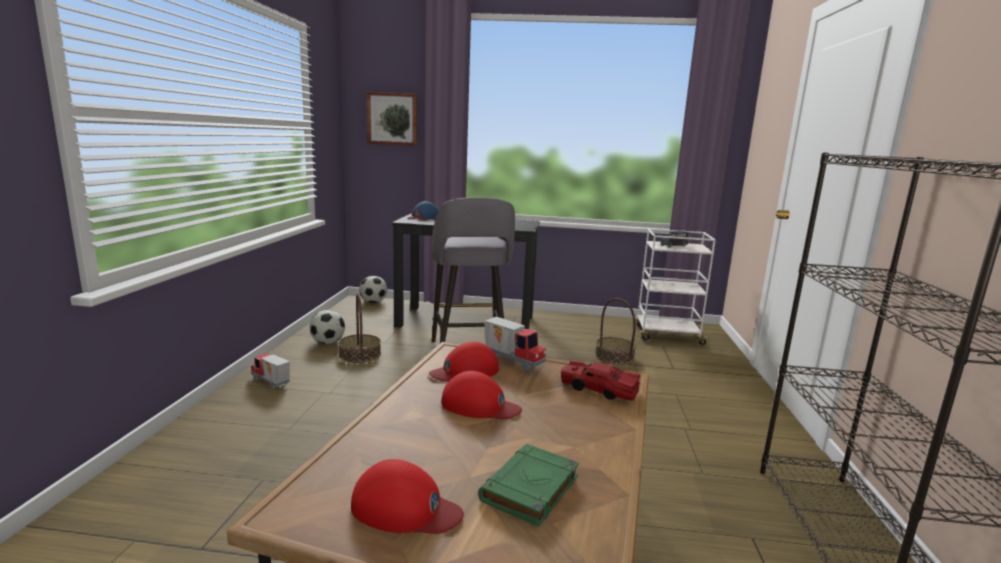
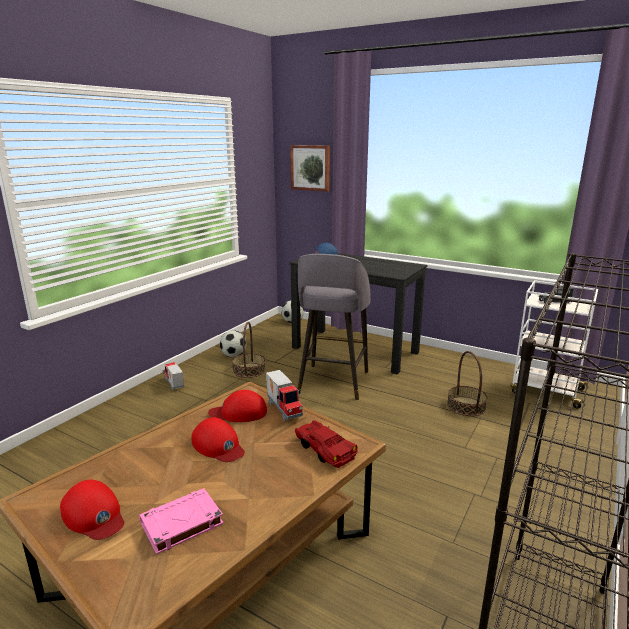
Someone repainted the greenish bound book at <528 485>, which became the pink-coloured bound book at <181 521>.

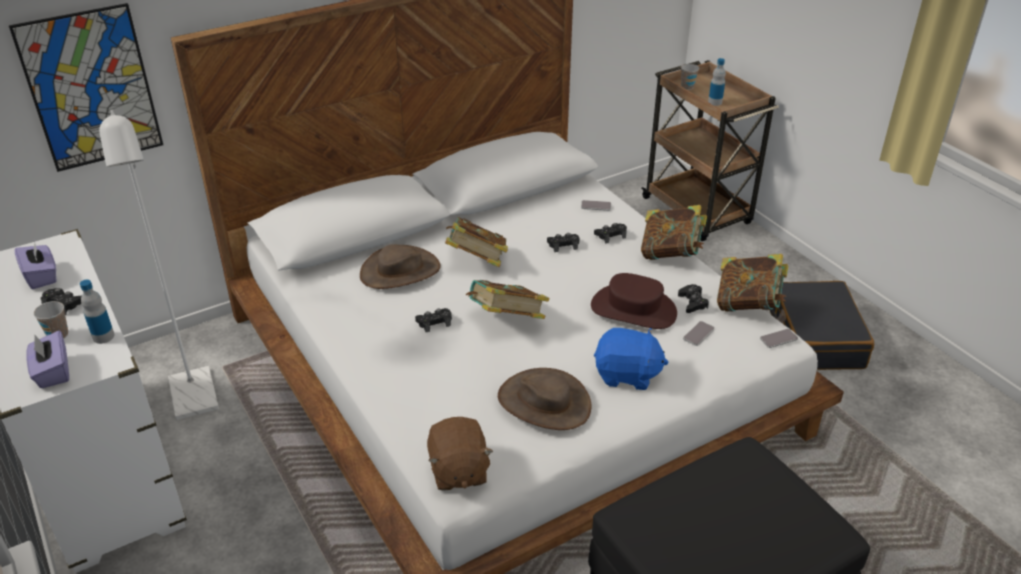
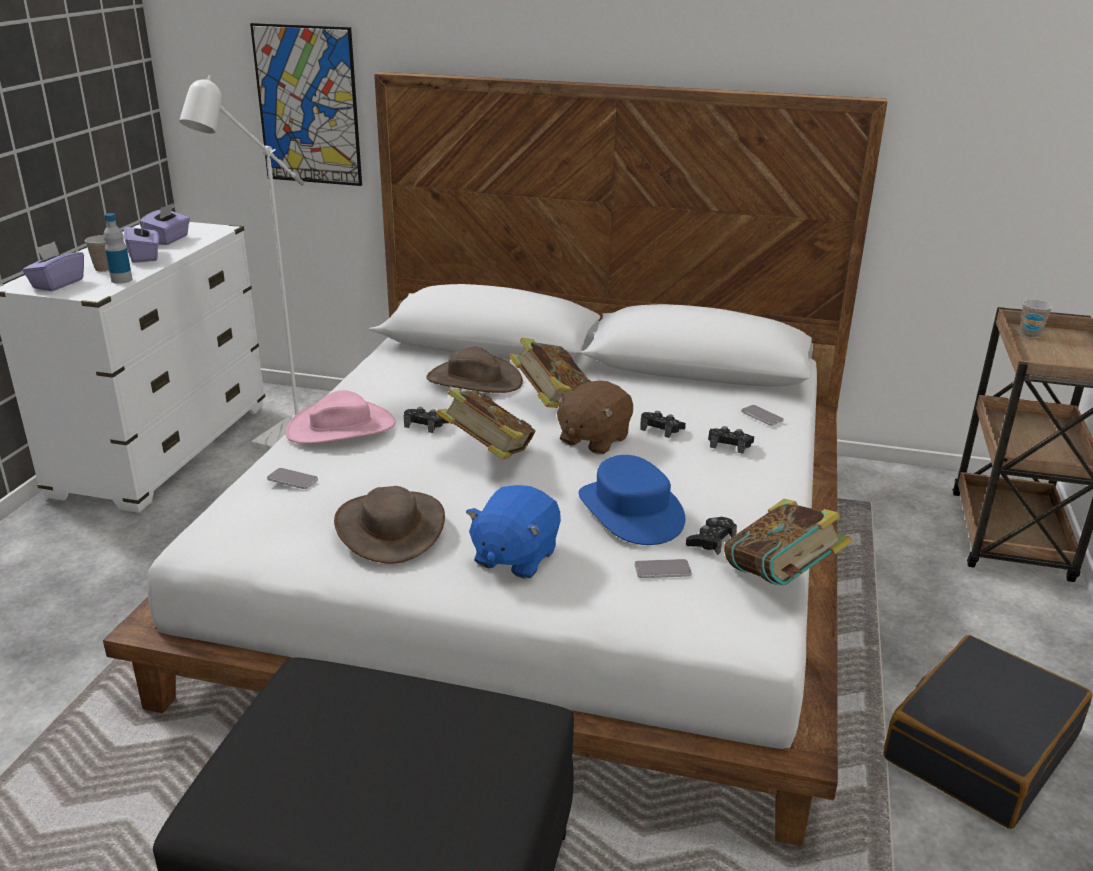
Someone took away the bound book at <674 232>.
Someone took away the bottle at <717 82>.
Someone put down the pink-coloured clothing hat at <341 417>.
Someone carried the brownish cuddly toy from <460 454> to <594 417>.
Someone carried the handset from <779 338> to <292 478>.
Someone swapped the black-coloured game controller at <61 301> for the purplish tissue box at <141 240>.
Someone repainted the brownish clothing hat at <634 301>, which became the blue-coloured clothing hat at <631 500>.
Someone rotated the blue-coloured cuddly toy at <631 359> by 60 degrees clockwise.

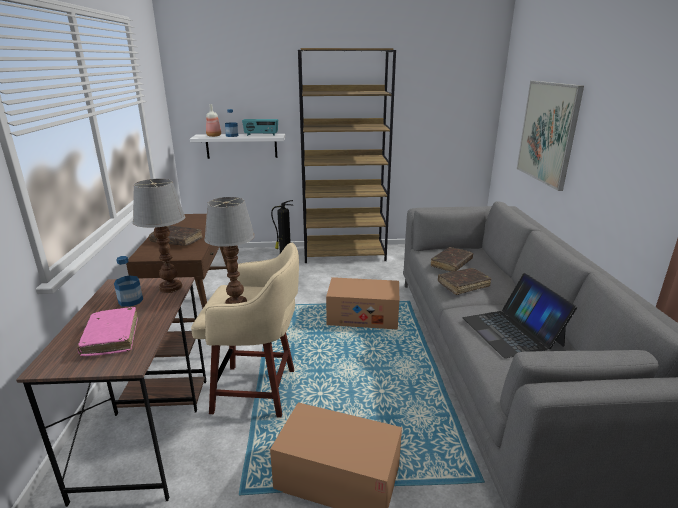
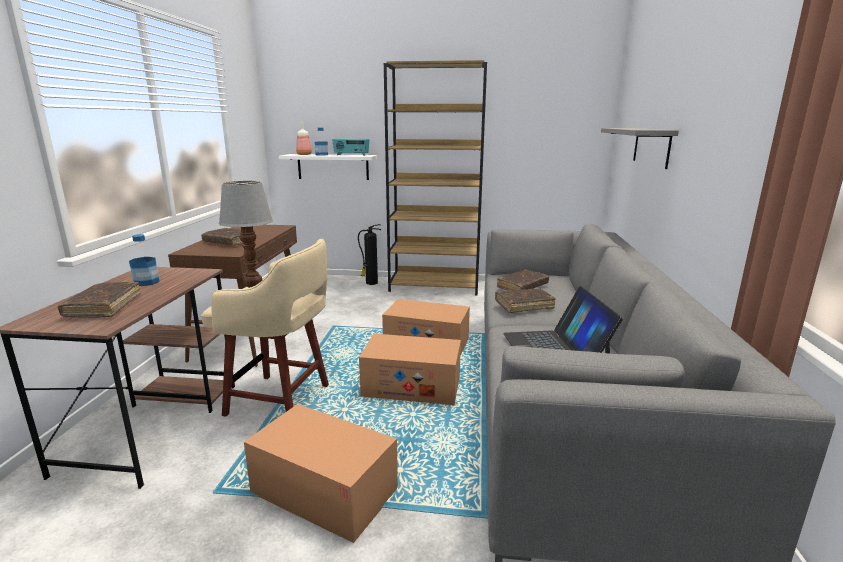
Someone took away the table lamp at <159 236>.
Someone put down the packing box at <410 369>.
Someone swapped the picture at <550 136> for the grey wall shelf at <640 148>.
Someone repainted the pink-coloured bound book at <107 331>, which became the brownish bound book at <99 299>.

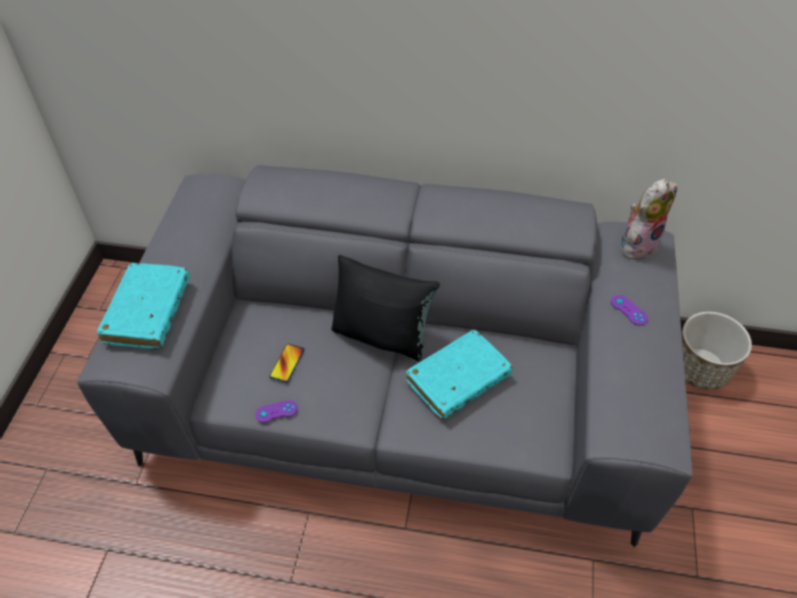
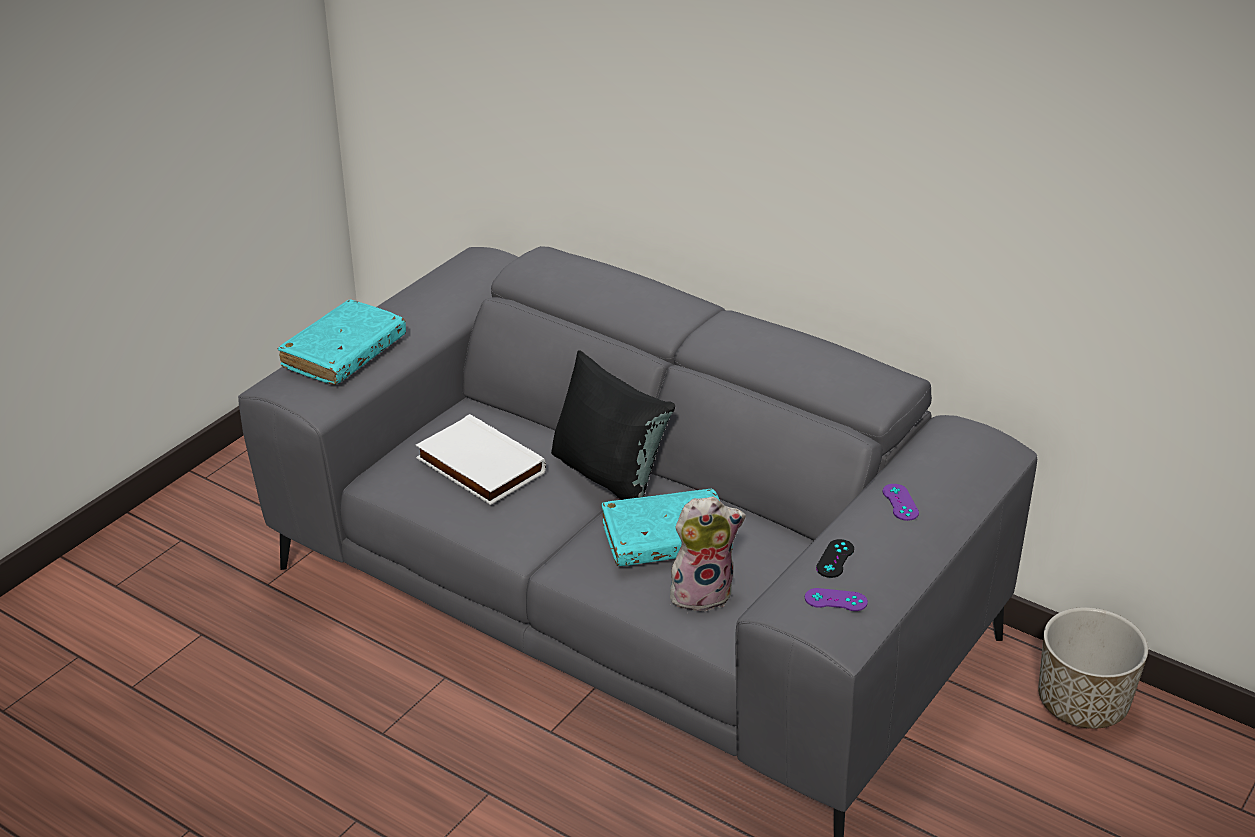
Someone put down the black-coloured game controller at <835 558>.
Someone carried the purplish game controller from <276 411> to <836 599>.
Someone carried the cuddly toy from <649 219> to <708 554>.
Someone swapped the handset at <287 363> for the white bound book at <481 459>.

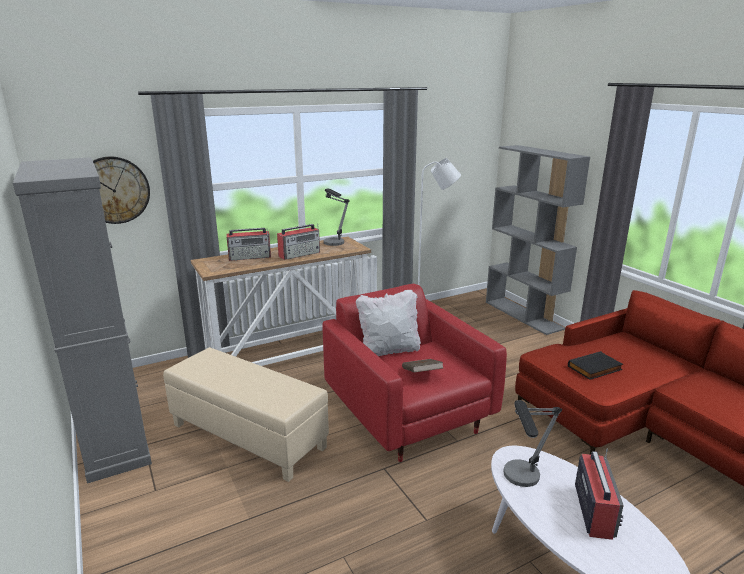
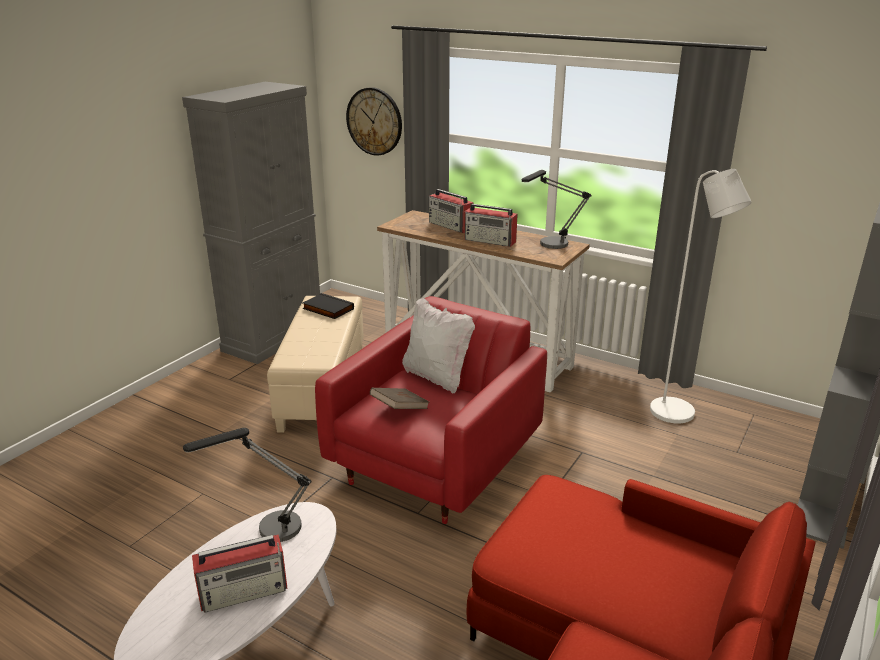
Someone carried the black-coloured bound book from <595 365> to <328 306>.

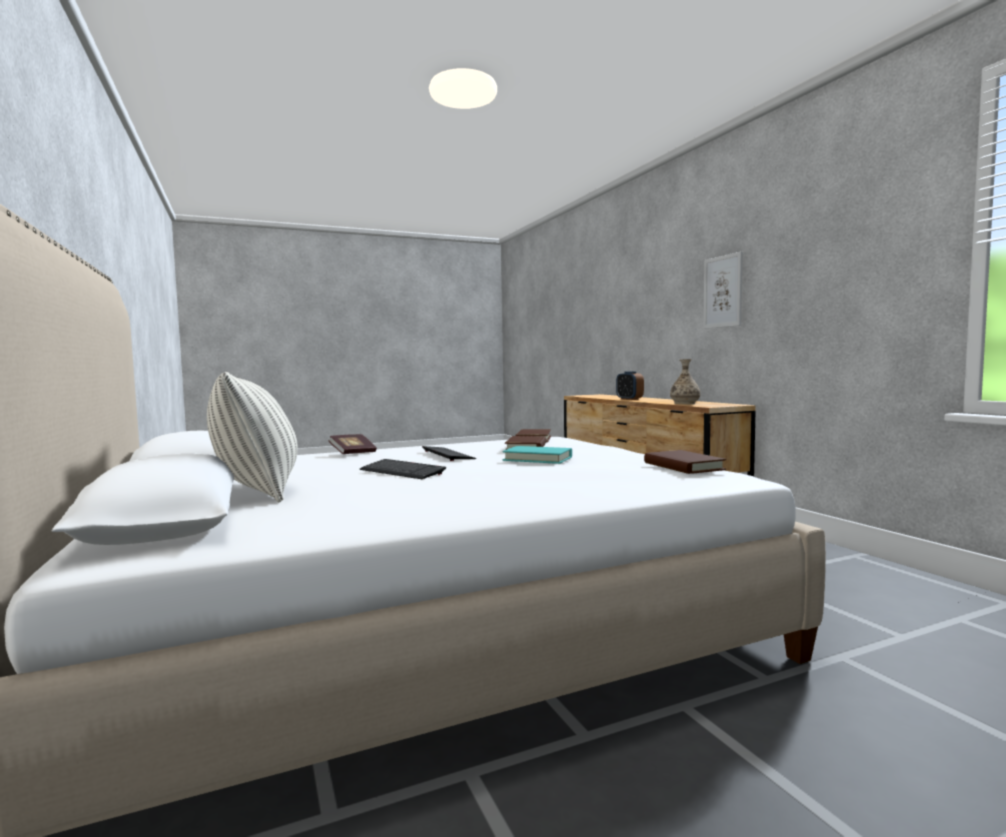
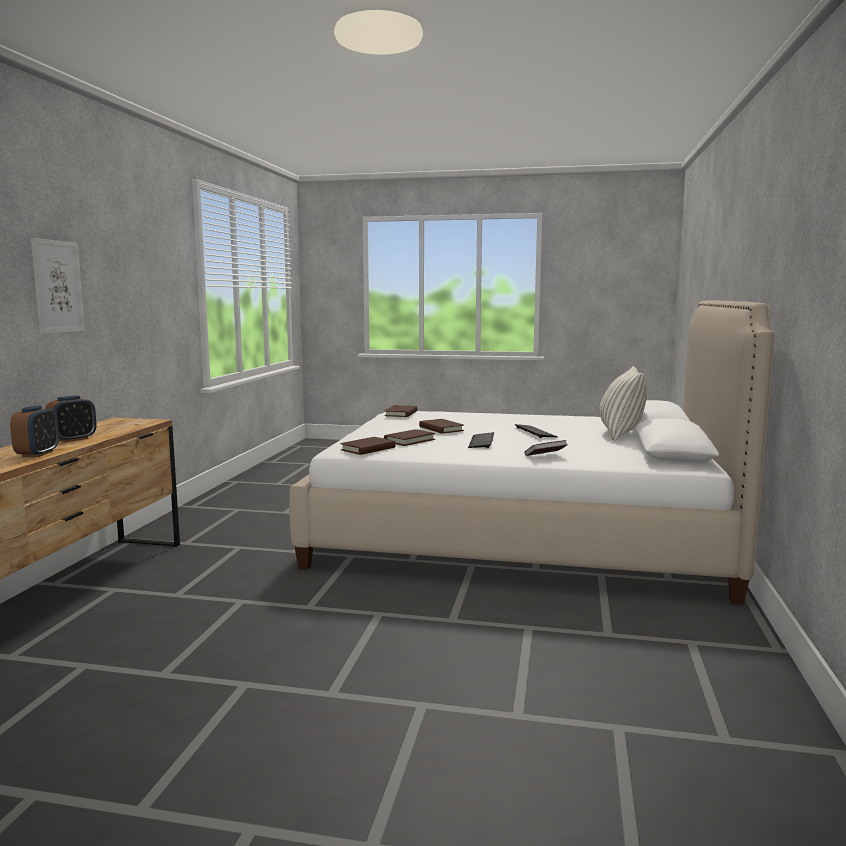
Someone took away the vase at <685 381>.
Someone put down the alarm clock at <71 418>.
Someone repainted the turquoise-coloured bound book at <537 455>, which became the brownish bound book at <441 426>.

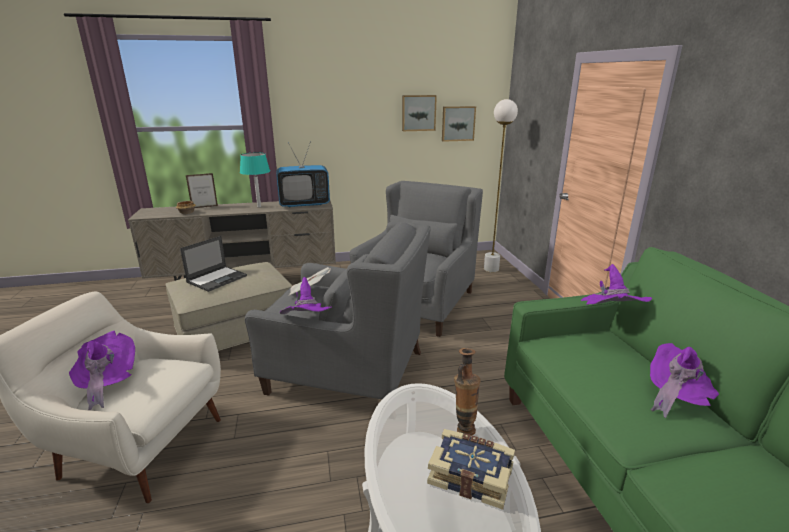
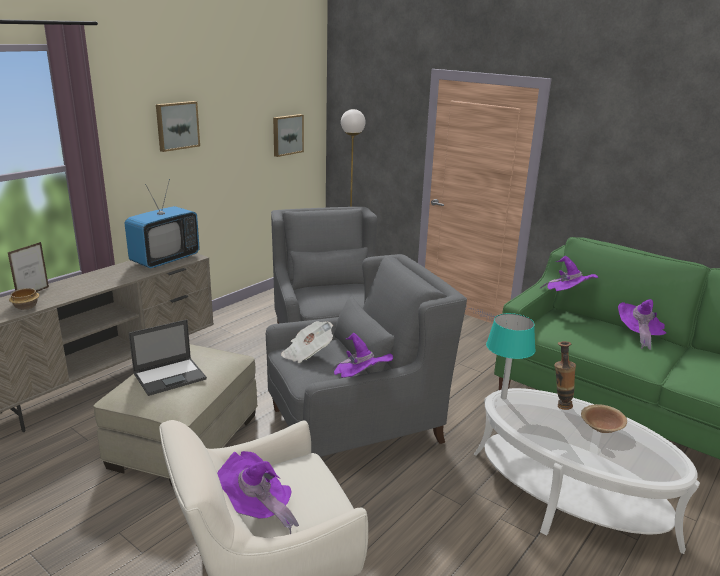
Someone carried the turquoise-coloured table lamp from <255 180> to <511 356>.
Someone carried the picture from <419 113> to <178 126>.
Someone swapped the bound book at <471 469> for the brownish deep dish at <604 418>.
Someone rotated the notebook computer at <213 264> by 60 degrees clockwise.

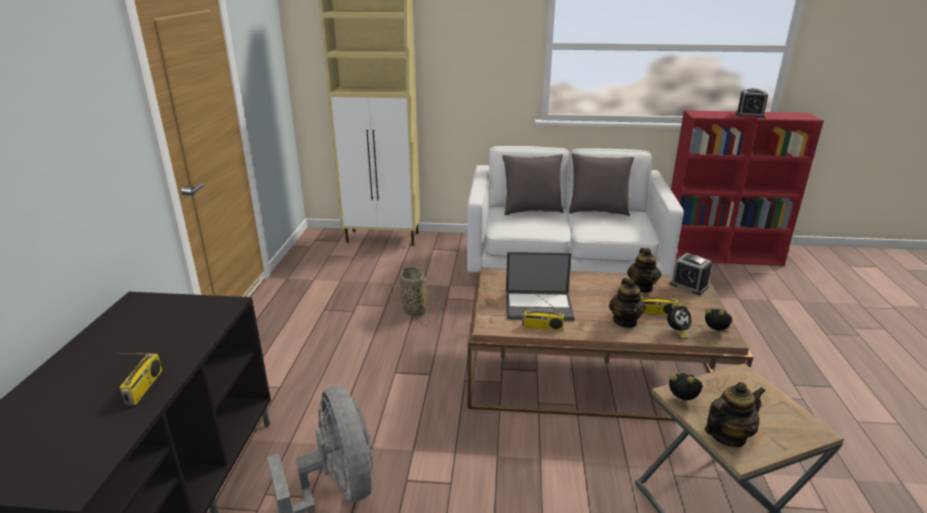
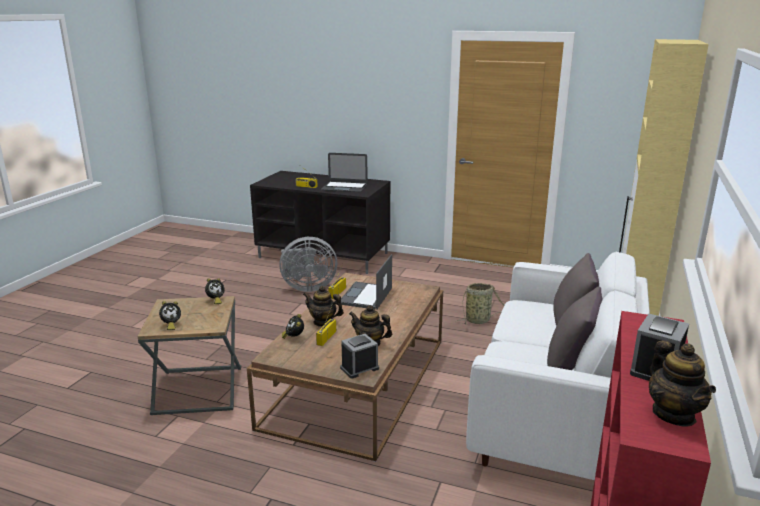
Someone put down the notebook computer at <344 172>.
Someone carried the alarm clock from <718 319> to <170 315>.
Someone carried the teapot from <735 414> to <682 384>.

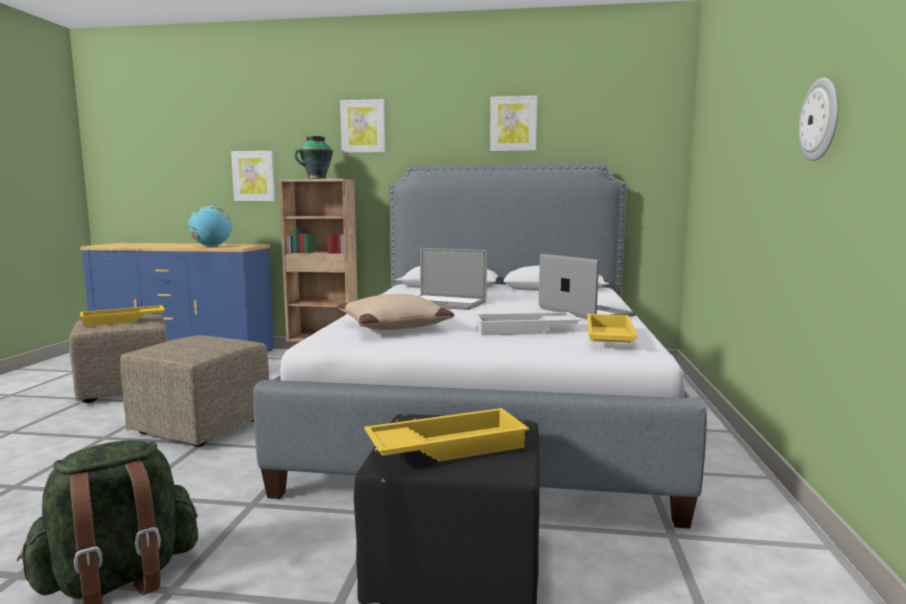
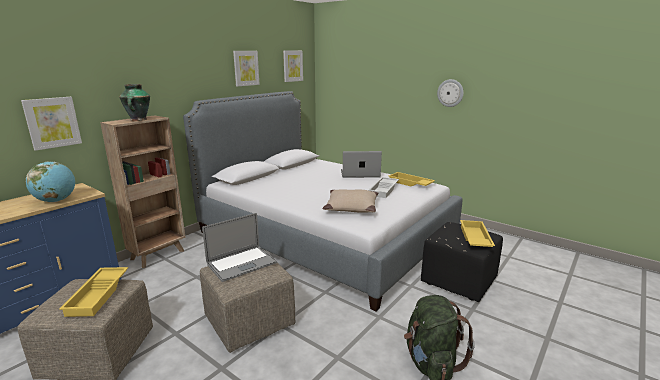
Someone carried the picture from <362 126> to <293 66>.
Someone carried the notebook computer from <452 279> to <239 247>.

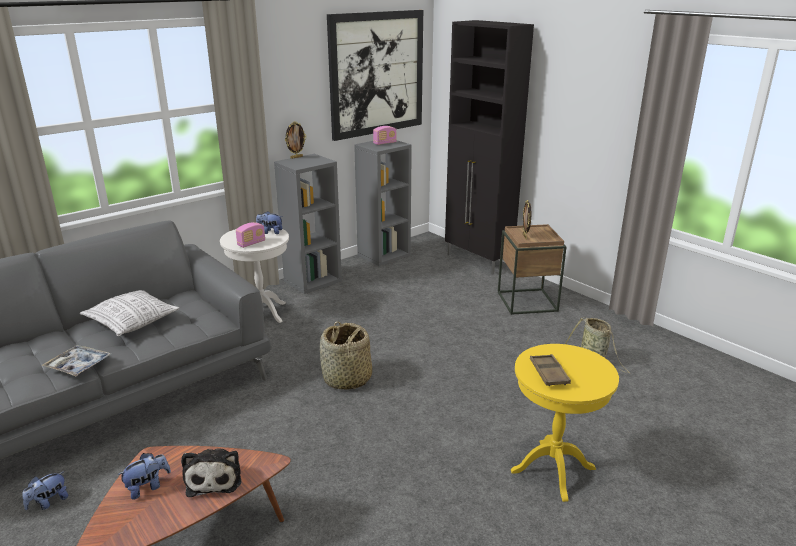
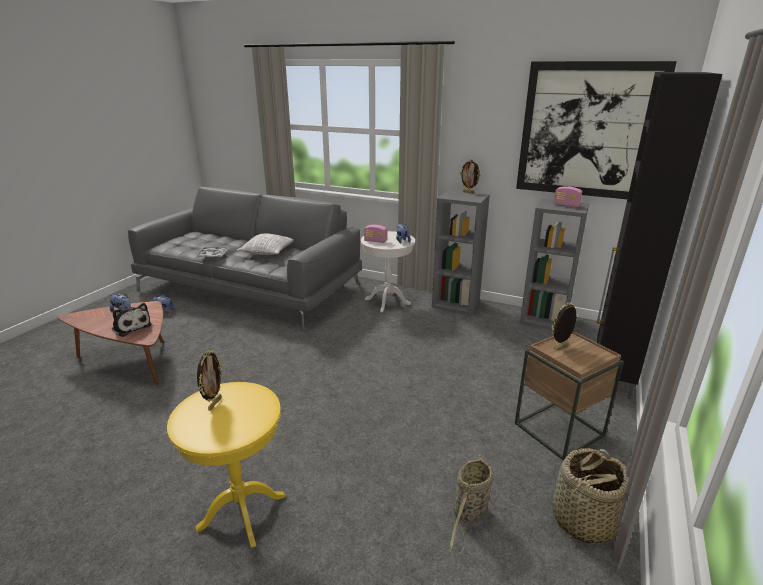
Someone carried the basket from <346 355> to <590 496>.
Someone swapped the brownish carrying tray at <550 370> for the standing frame at <210 380>.
Someone rotated the cuddly toy at <211 472> by 105 degrees counterclockwise.

